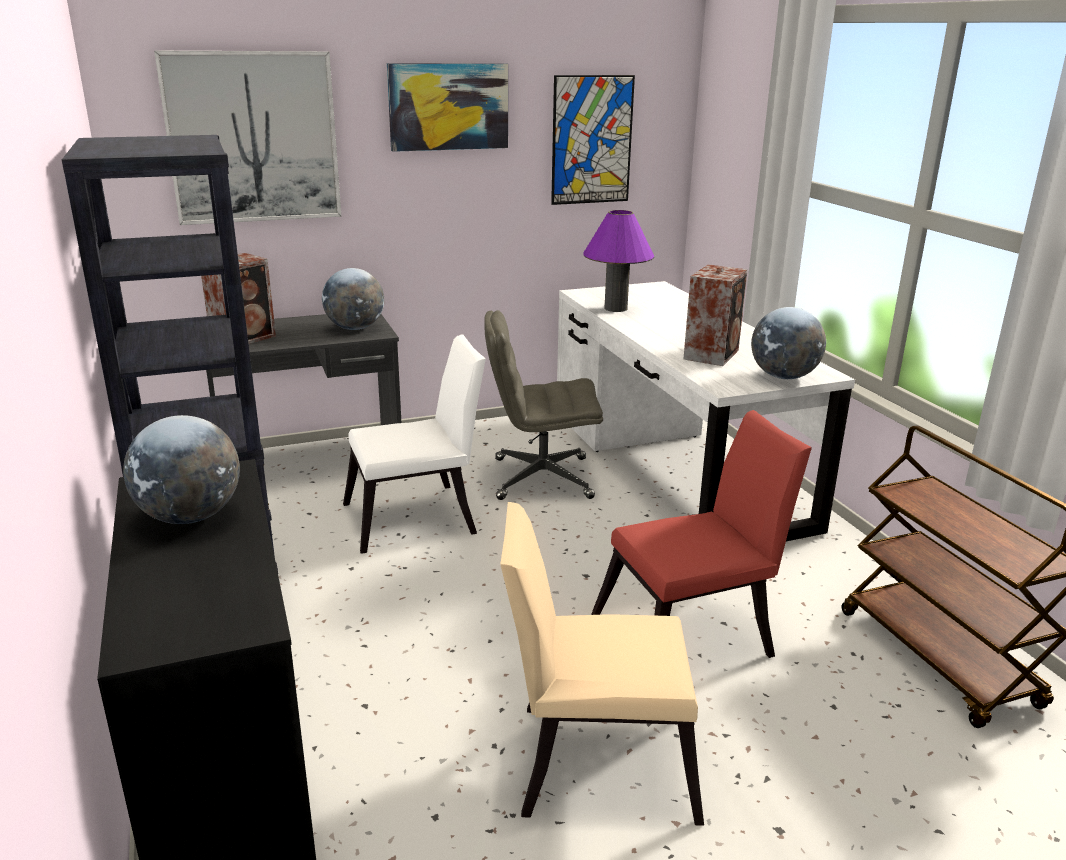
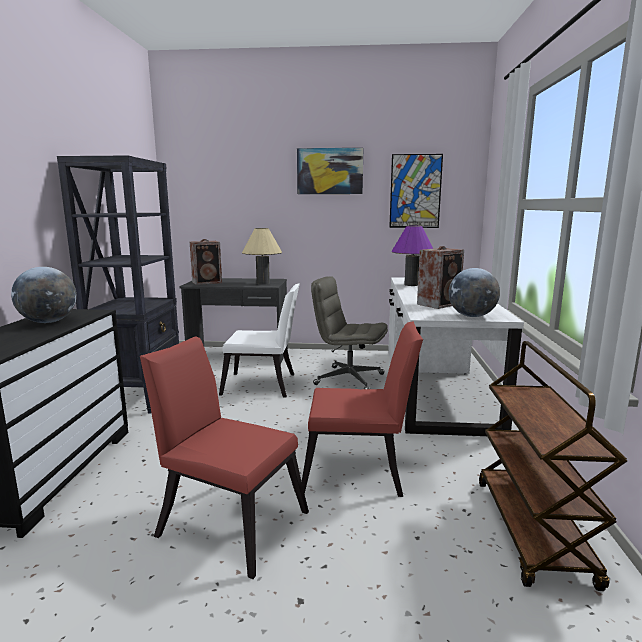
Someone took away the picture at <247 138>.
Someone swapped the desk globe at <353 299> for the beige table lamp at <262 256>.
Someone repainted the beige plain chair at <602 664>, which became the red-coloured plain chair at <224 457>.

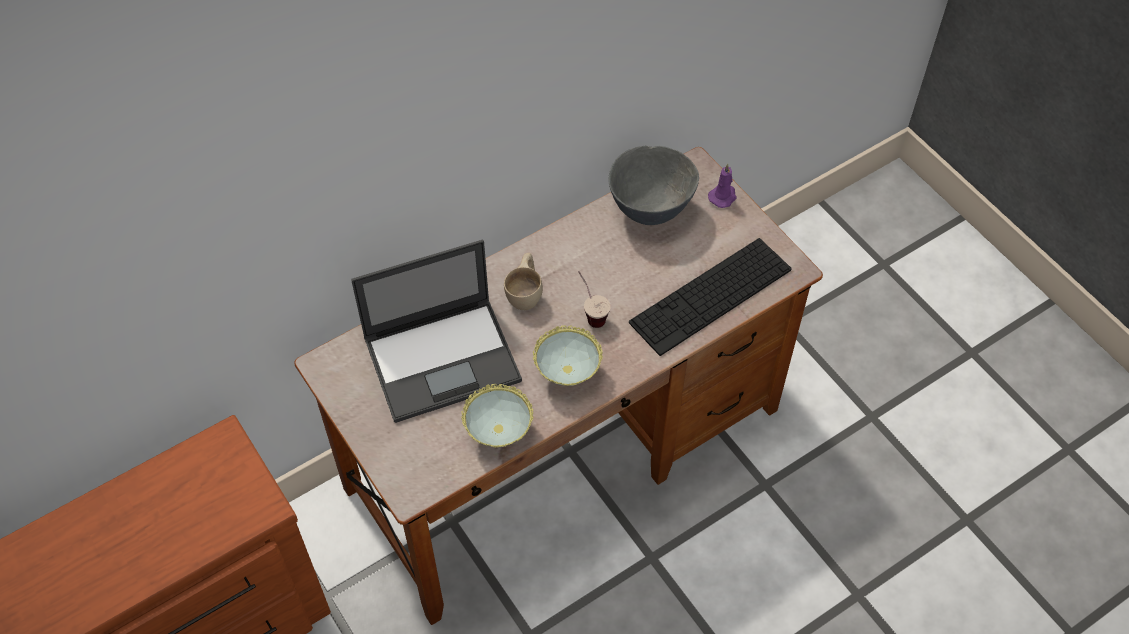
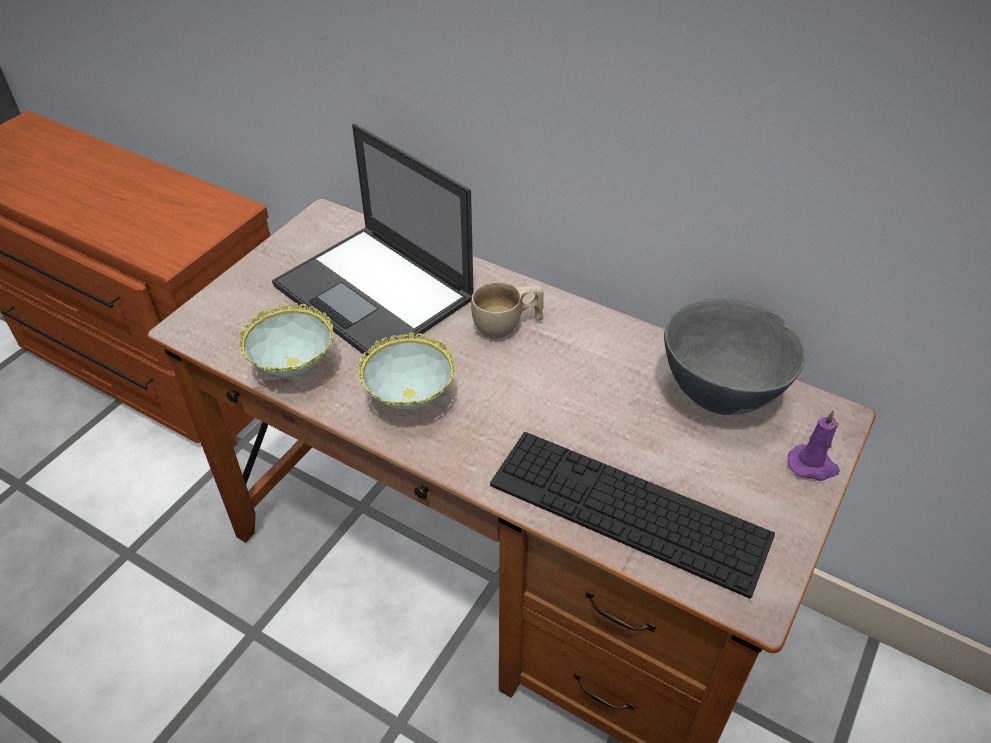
Someone took away the drinking cup at <594 299>.

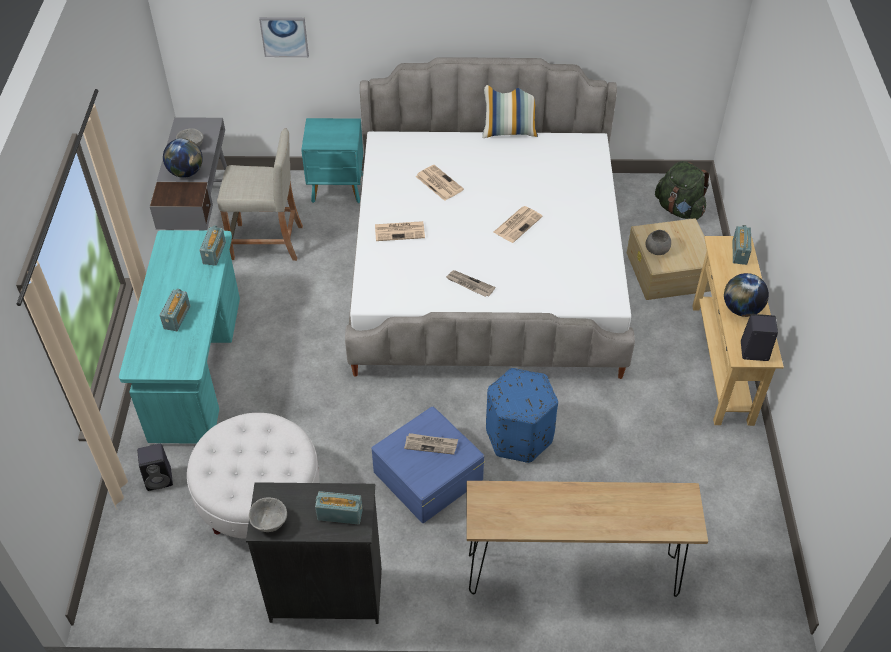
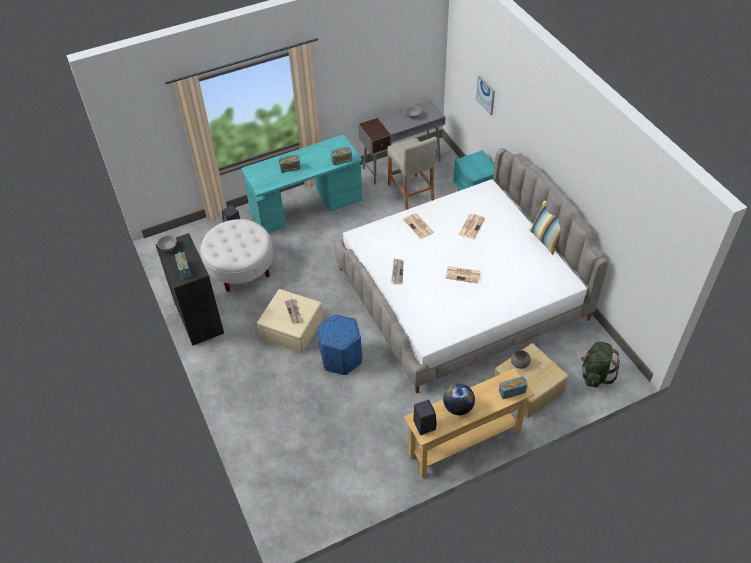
Someone took away the desk globe at <183 158>.
Someone took away the brownish hall table at <587 539>.
Someone repainted the blue-coloured storage bin at <428 464>, which became the beige storage bin at <290 321>.

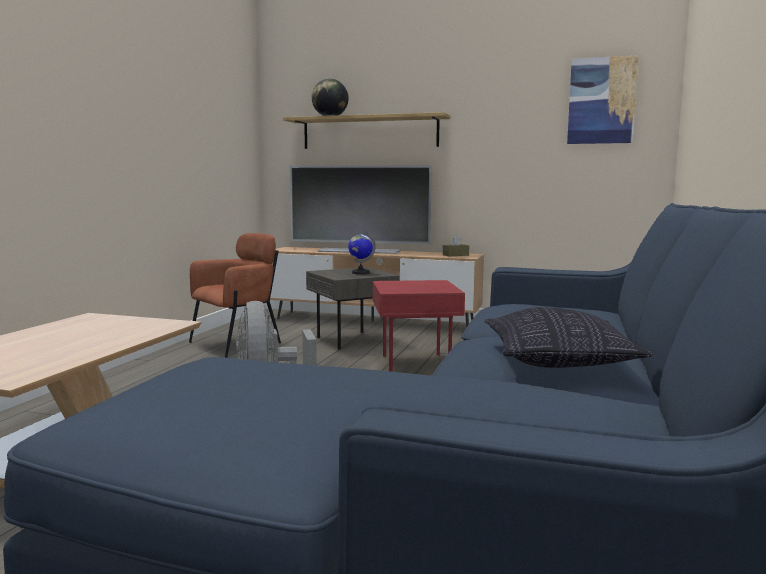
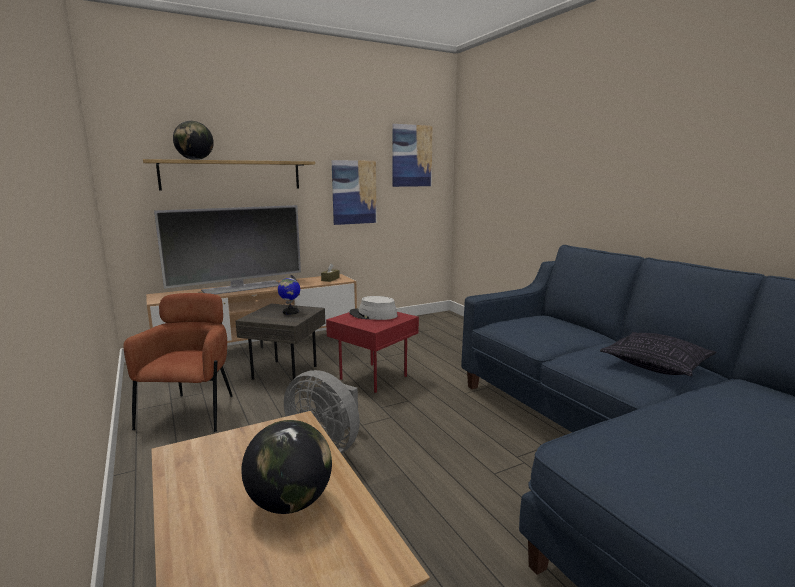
Someone put down the desk globe at <286 467>.
Someone put up the picture at <354 192>.
Someone put down the grey clothing hat at <373 308>.

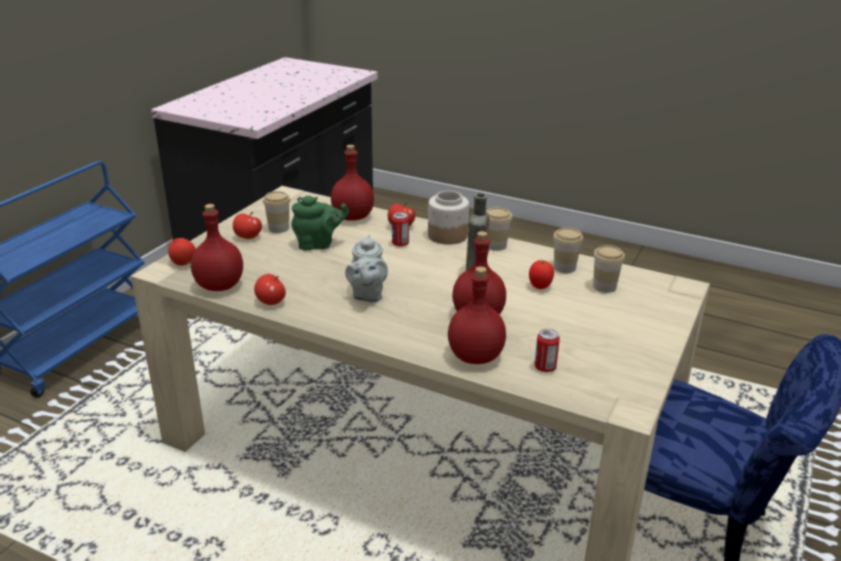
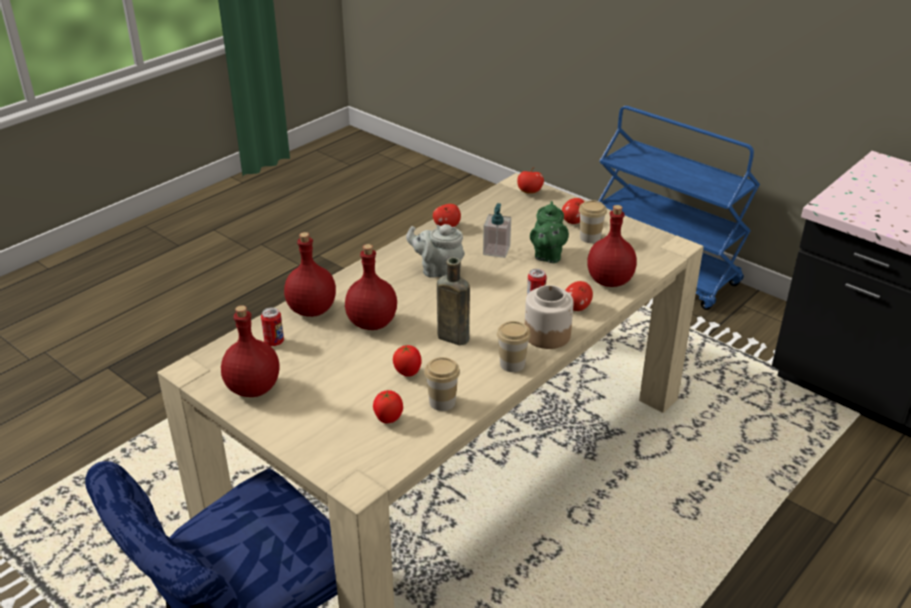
Someone put down the liquid soap bottle at <497 230>.
Someone carried the red-coloured bottle from <217 247> to <250 351>.
Someone swapped the drinking cup at <609 269> for the fresh tomato at <388 406>.

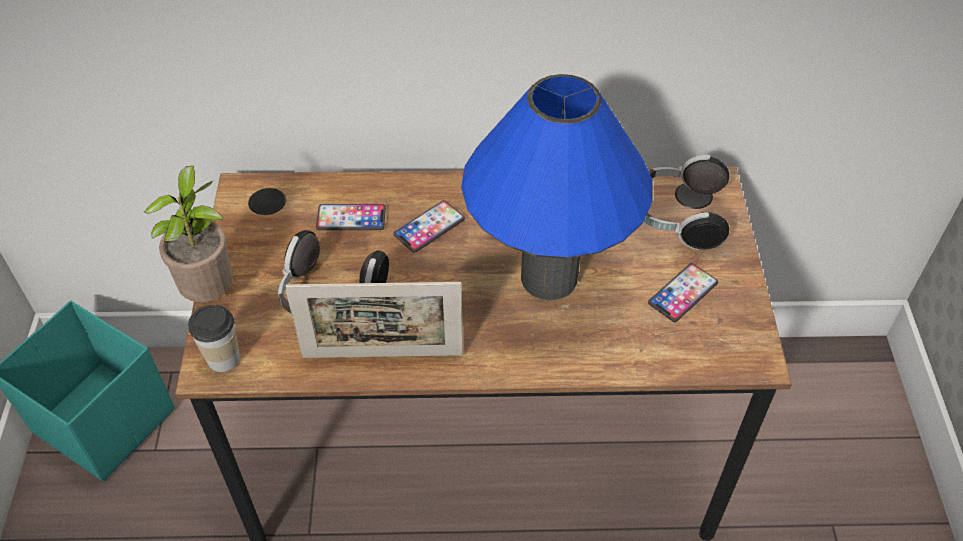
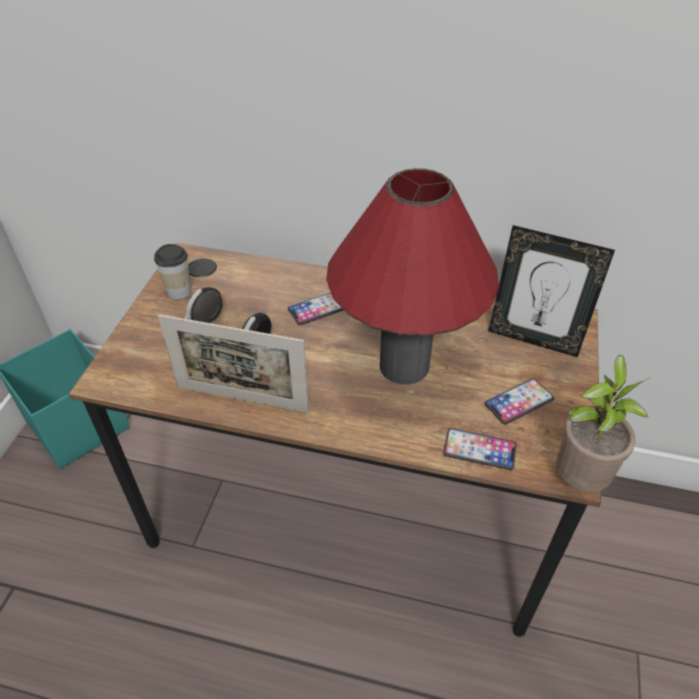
Someone carried the plant in a pot from <188 234> to <603 423>.
Someone carried the drinking cup from <214 338> to <172 271>.
Someone carried the handset from <351 217> to <480 449>.
Someone swapped the headphones at <686 202> for the standing frame at <551 291>.
Someone repainted the blue-coloured table lamp at <557 187>, which became the red-coloured table lamp at <413 276>.

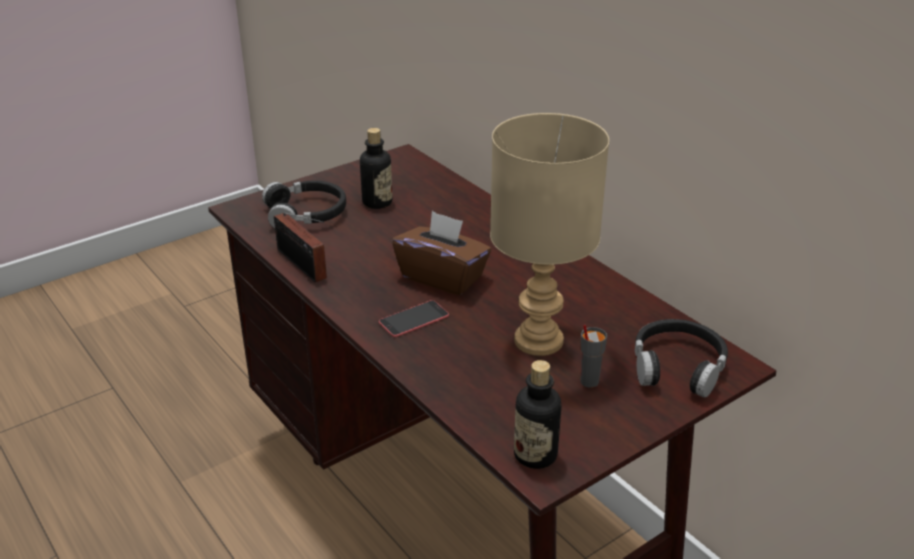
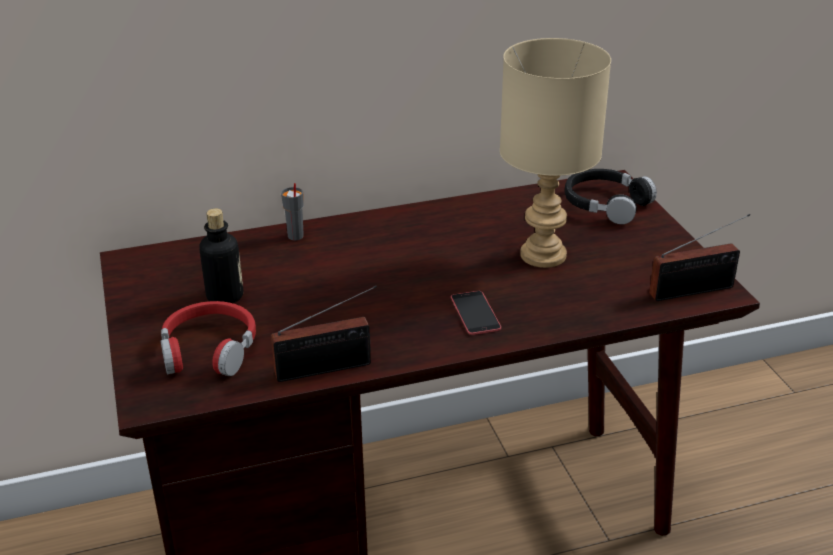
Someone took away the brownish tissue box at <441 253>.
Someone carried the grey drinking cup from <594 356> to <292 211>.
Someone swapped the bottle at <537 414> for the radio receiver at <699 257>.
Someone repainted the black-coloured headphones at <304 204>, which became the red-coloured headphones at <208 338>.

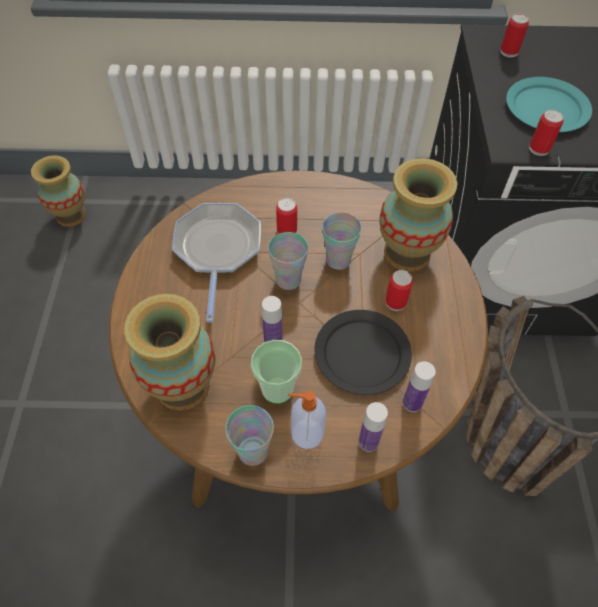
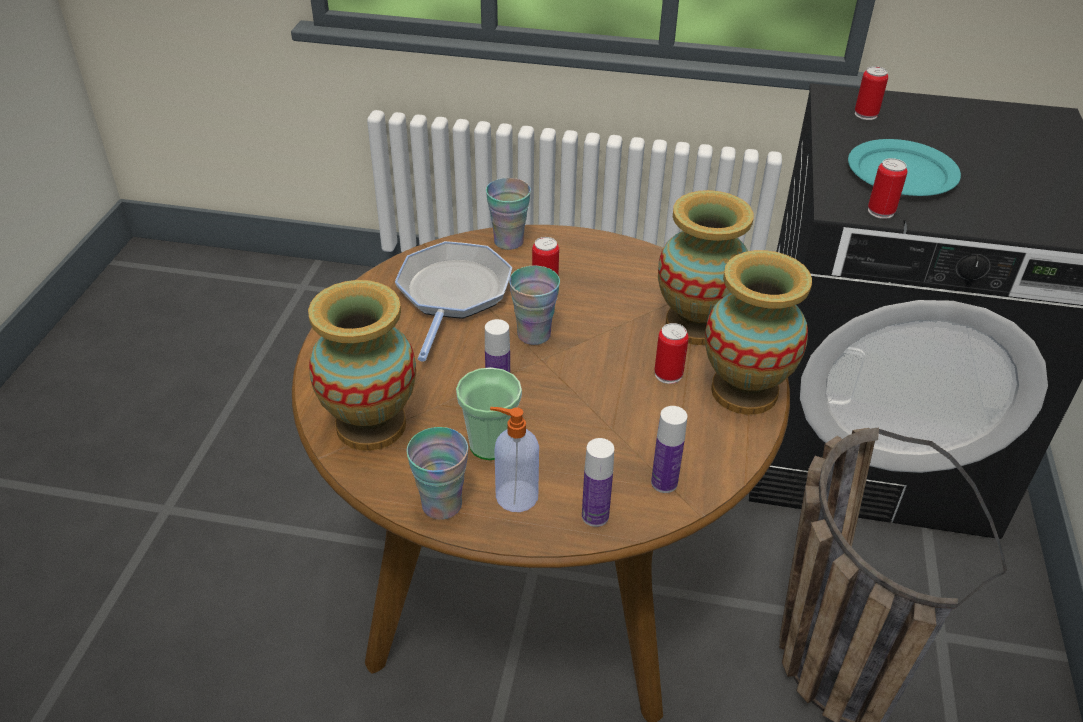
Someone took away the black-coloured flat dish at <363 352>.
Someone carried the vase from <58 191> to <758 332>.
Someone carried the drinking cup from <341 241> to <508 214>.

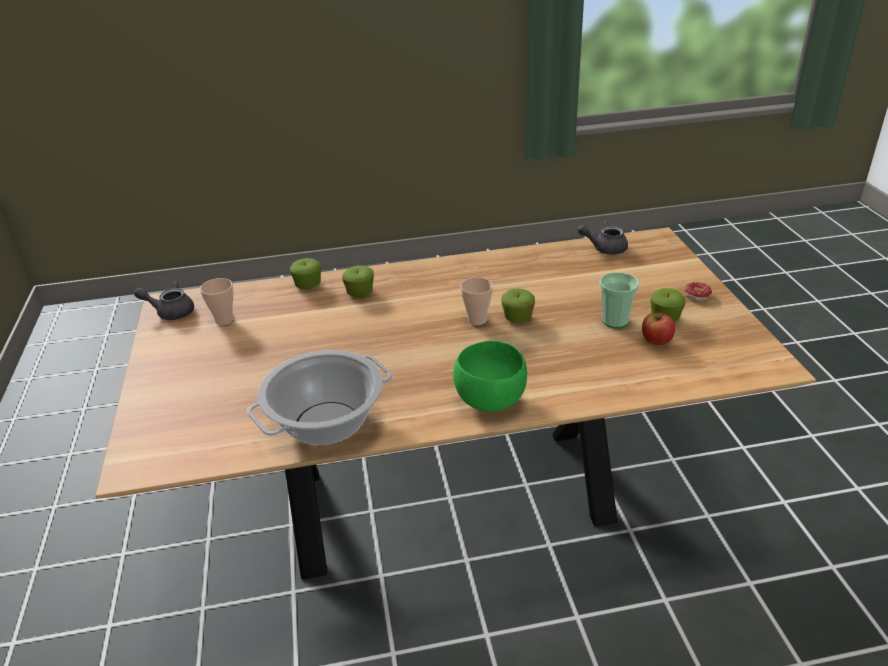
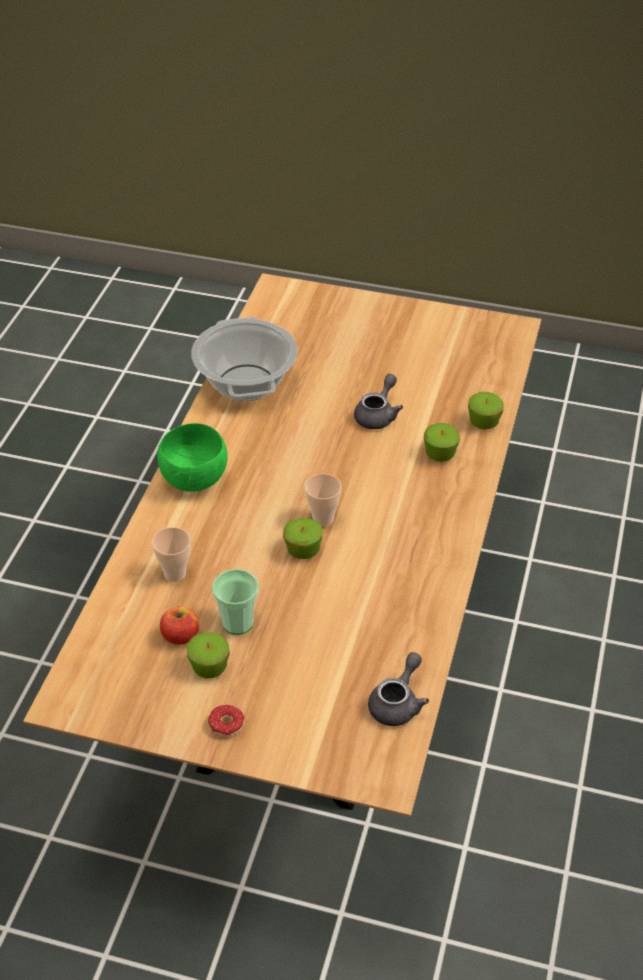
Someone carried the grey teapot from <164 300> to <378 401>.
Someone carried the drinking cup from <216 301> to <171 554>.

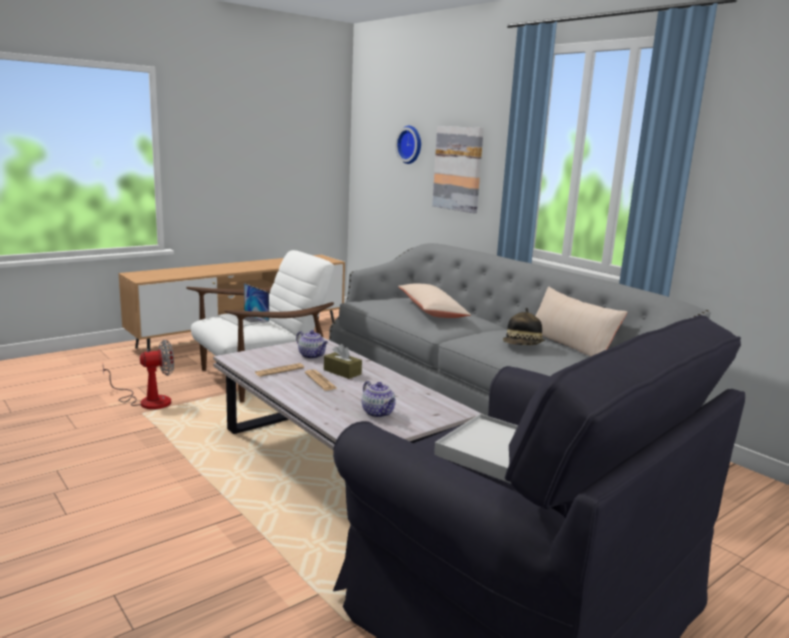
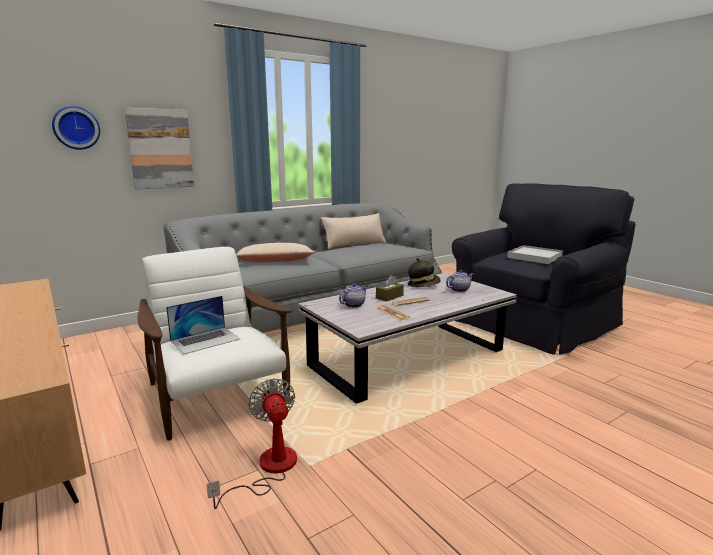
Someone carried the clothing hat from <524 326> to <424 272>.

